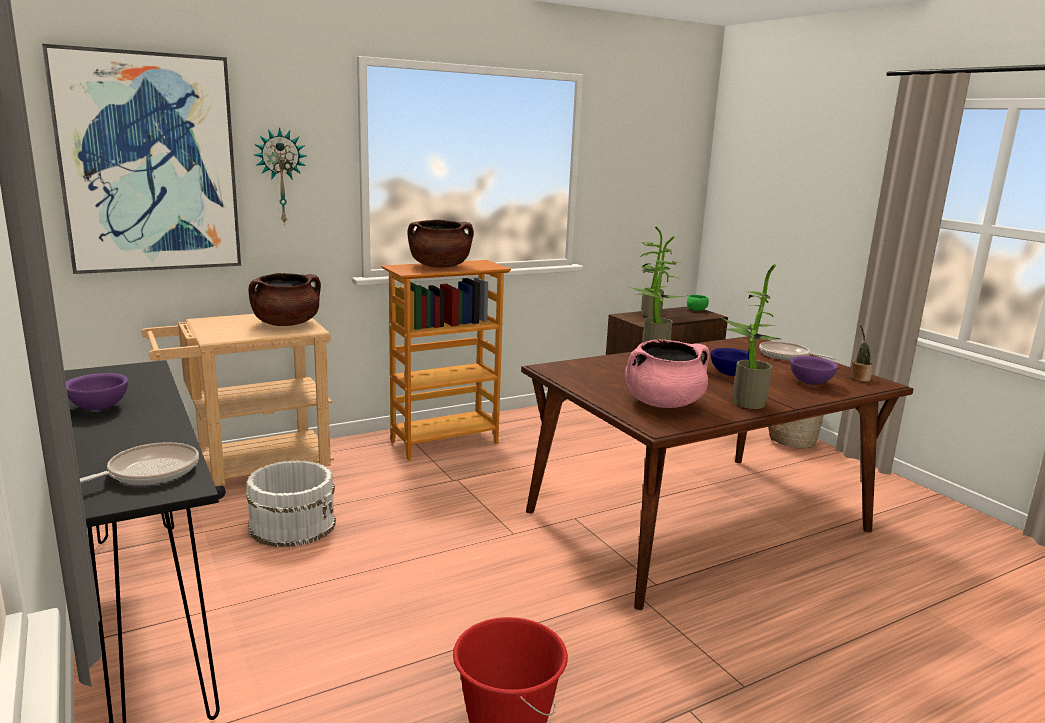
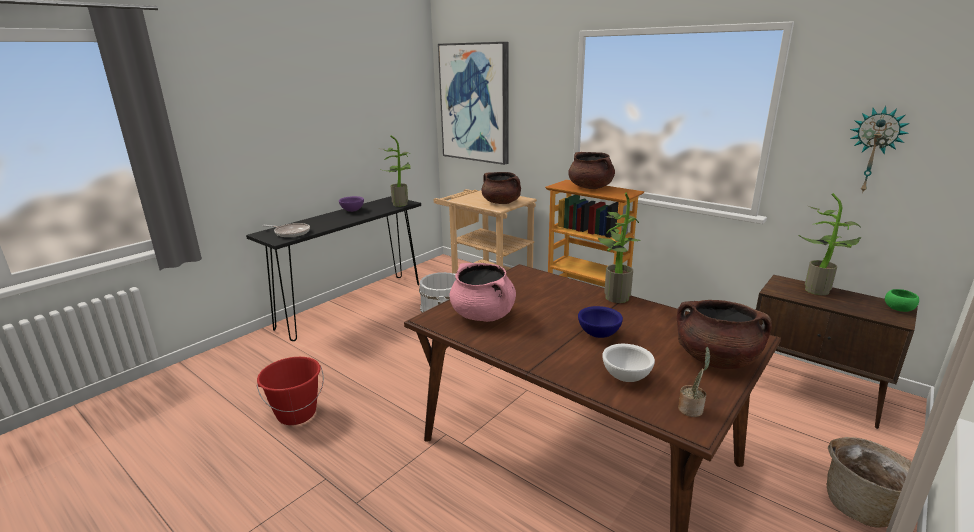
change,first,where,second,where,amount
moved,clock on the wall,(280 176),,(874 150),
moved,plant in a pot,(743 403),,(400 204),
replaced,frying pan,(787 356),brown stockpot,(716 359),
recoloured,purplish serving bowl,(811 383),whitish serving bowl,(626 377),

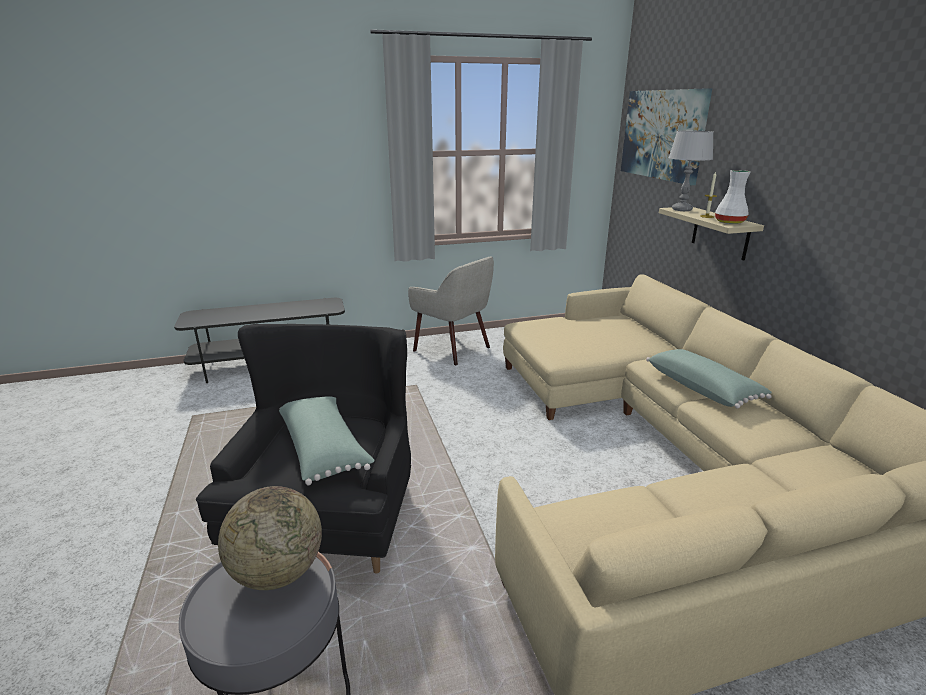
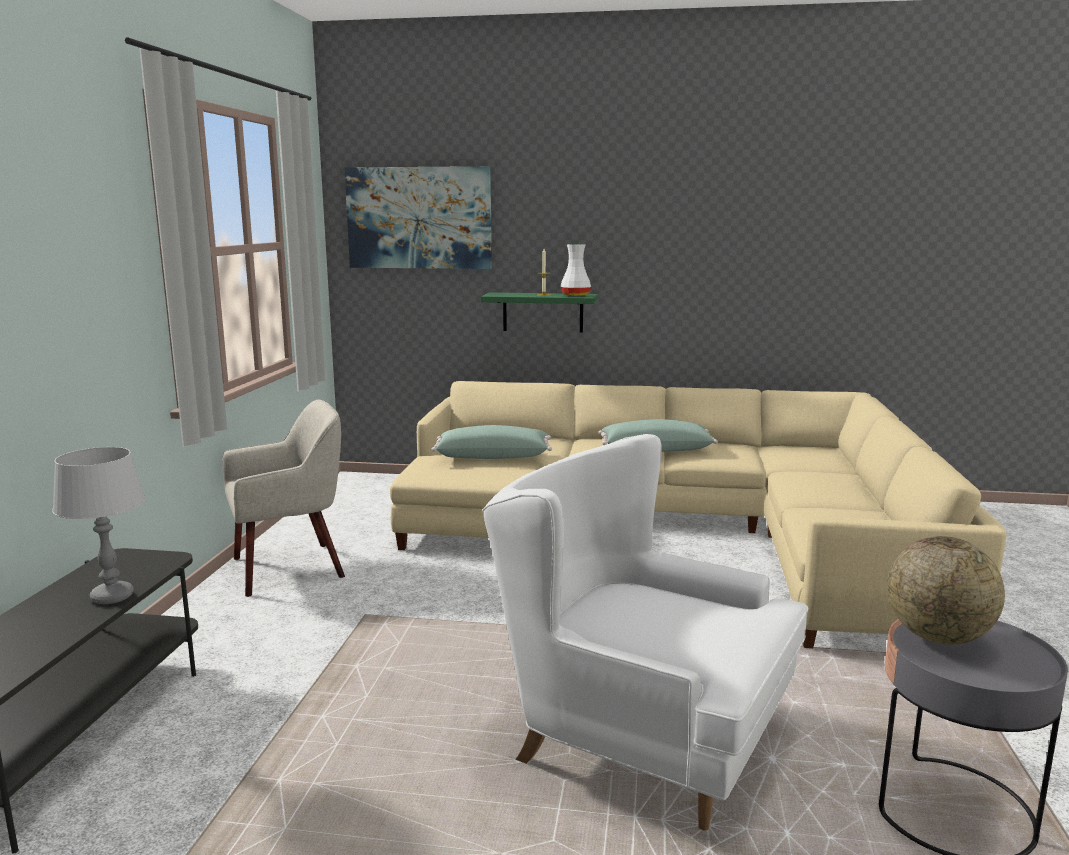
change,first,where,second,where,amount
recoloured,black easy chair,(332 514),whitish easy chair,(640 735),
moved,greenish cushion,(324 449),,(493 456),
recoloured,beige wall shelf,(720 233),greenish wall shelf,(543 312),
moved,greyish tabletop lamp,(681 210),,(112 597),

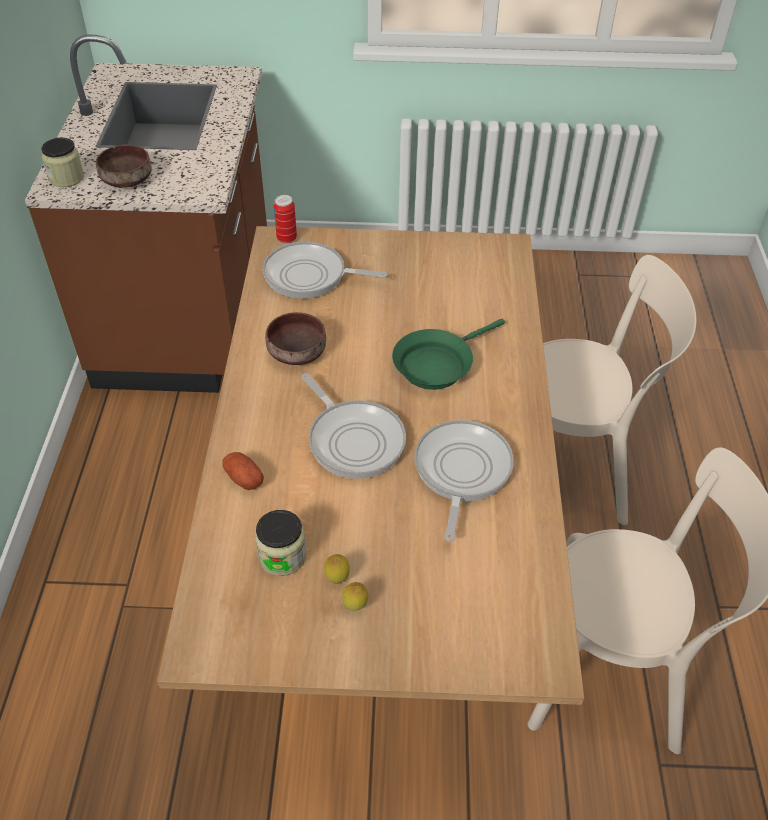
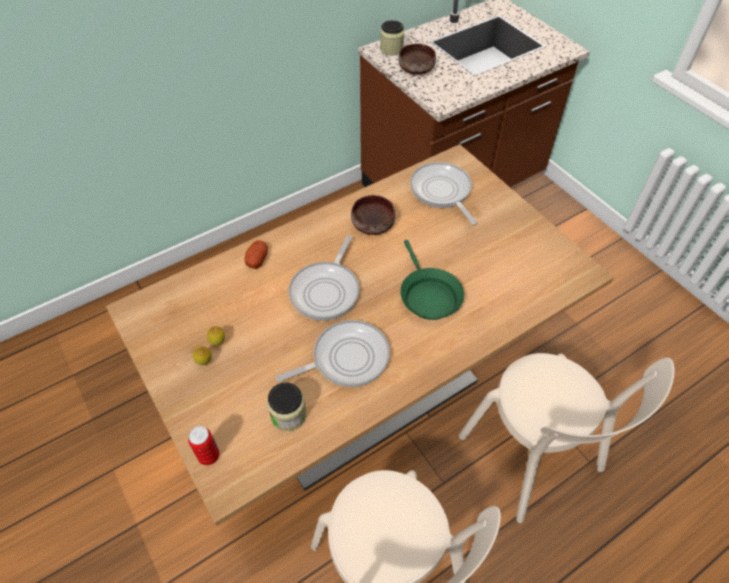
change,first,where,second,where,amount
moved,preserve jar,(282 556),,(288 415),
moved,sealed can,(286 238),,(209 456),
turned,greenish frying pan,(437 364),,(428 295),120 degrees counterclockwise

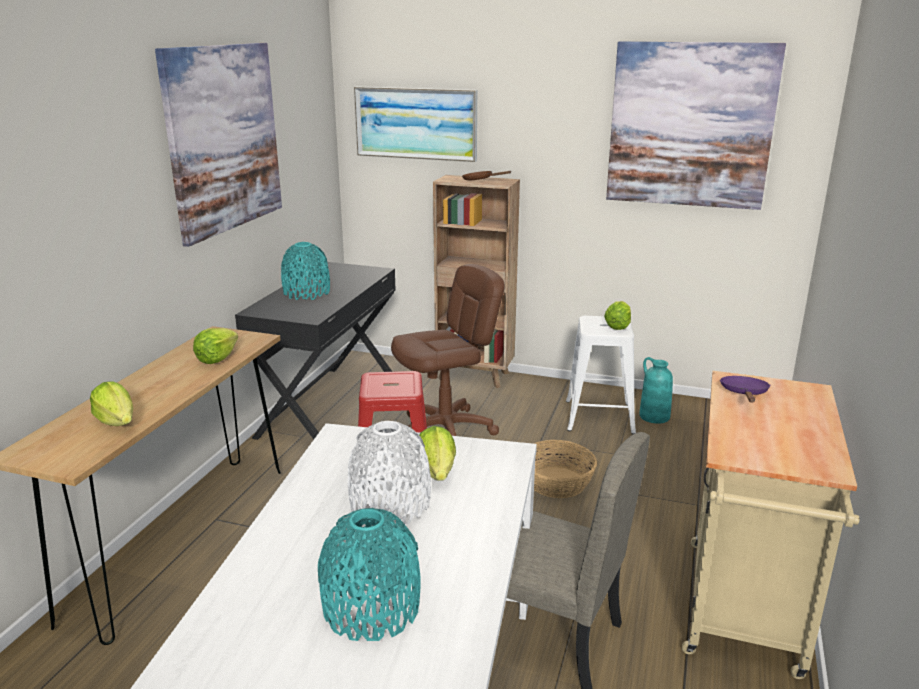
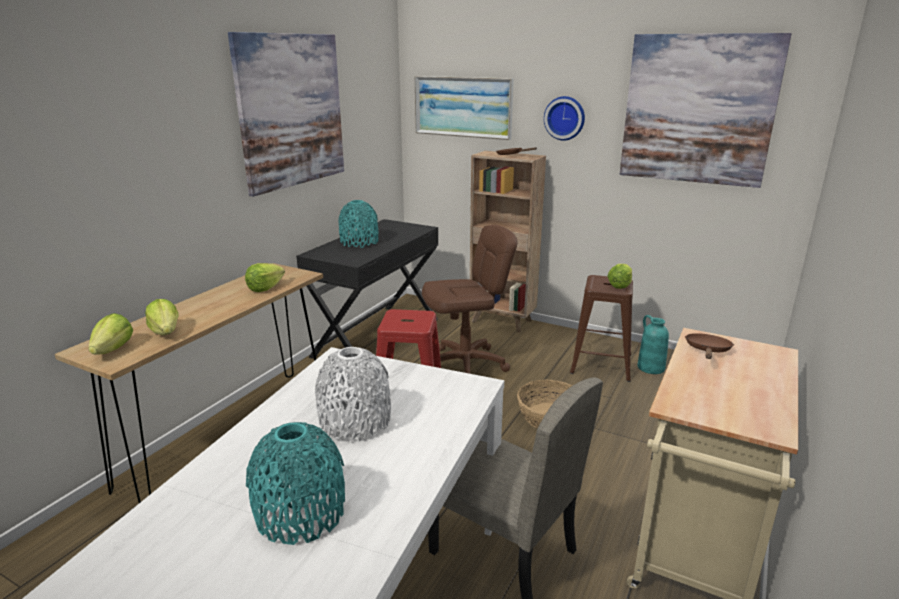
change,first,where,second,where,amount
moved,lettuce,(437 472),,(113 350),
recoloured,whitish sitting stool,(599 416),brown sitting stool,(601 363),
recoloured,purplish frying pan,(744 394),brown frying pan,(707 351),
added,,,clock on the wall,(565 118),

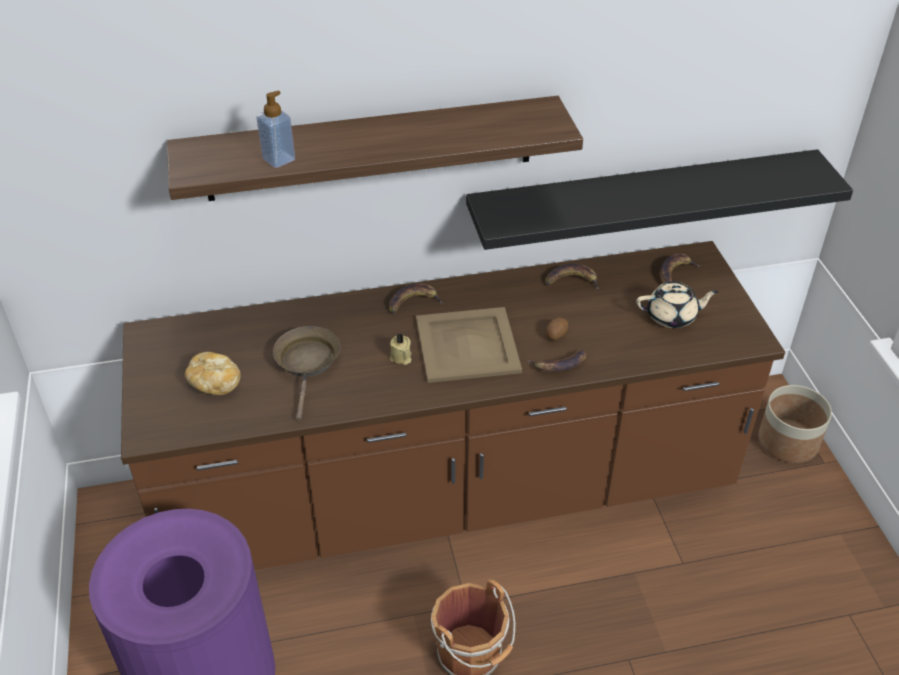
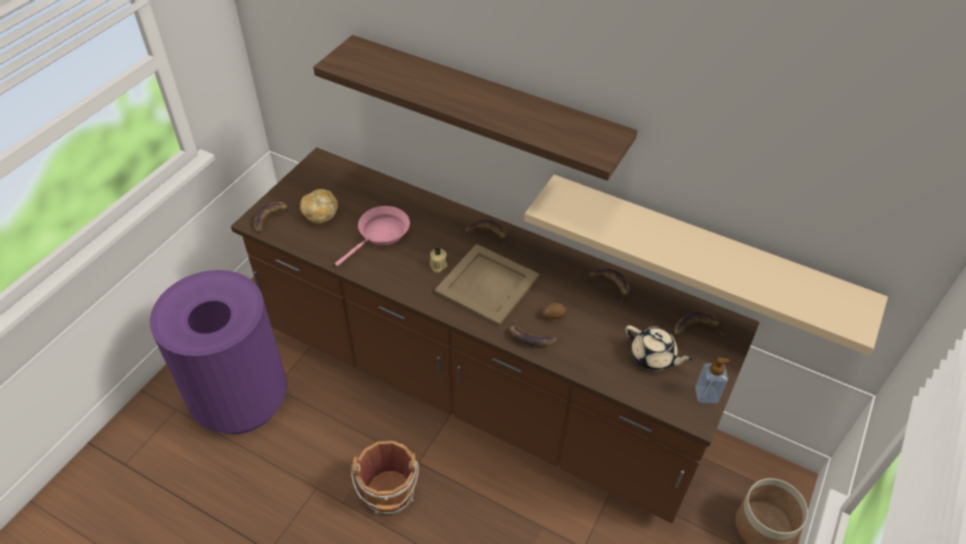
change,first,where,second,where,amount
moved,liquid soap bottle,(279 159),,(706 394),
recoloured,brown frying pan,(308 364),pink frying pan,(381 234),
recoloured,black wall shelf,(642 198),beige wall shelf,(702 252),
added,,,whole banana,(271 218),

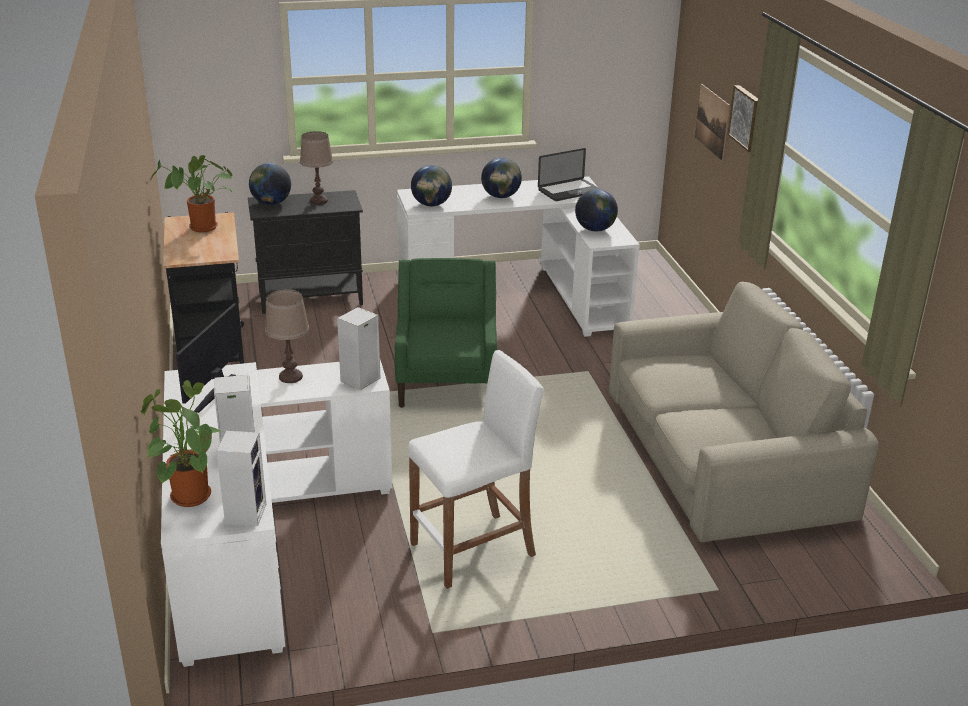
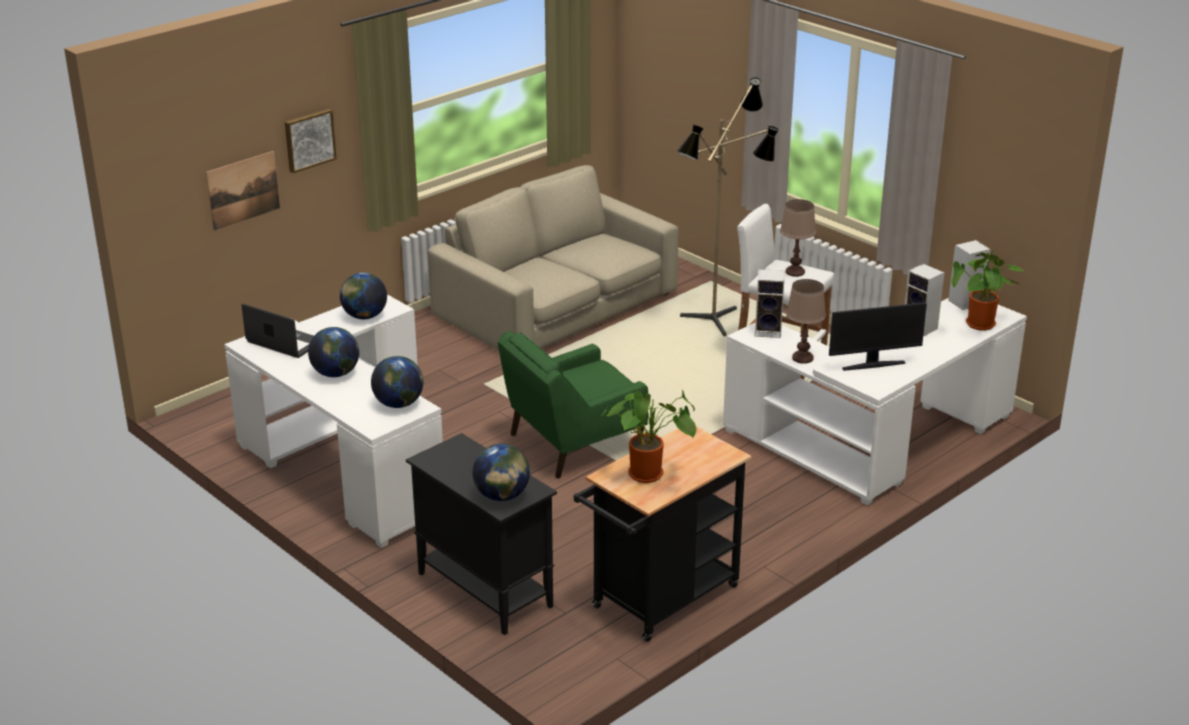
change,first,where,second,where,amount
moved,brown tabletop lamp,(319 201),,(795 272),
added,,,standard lamp,(719 322),

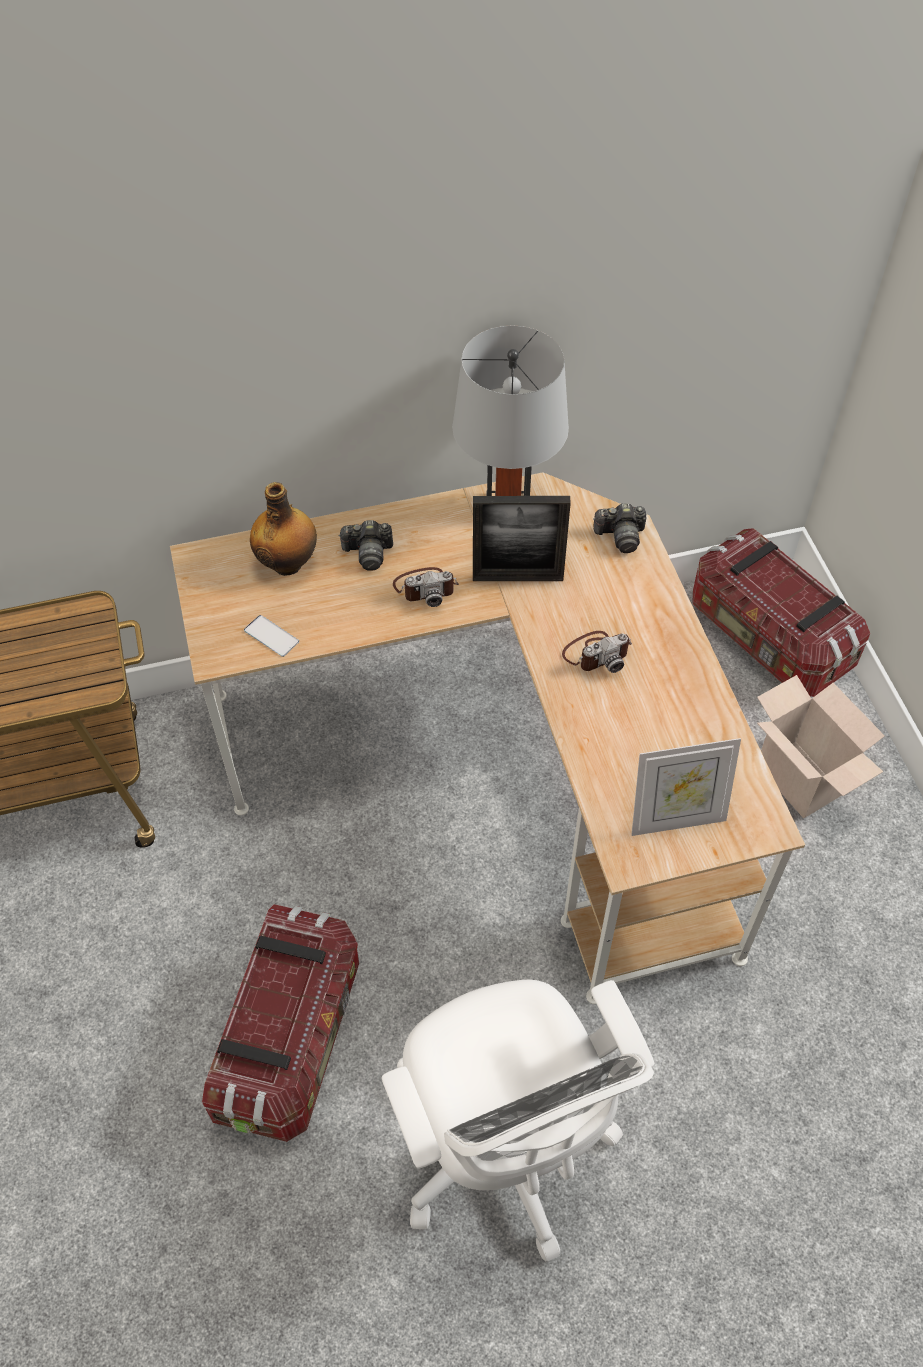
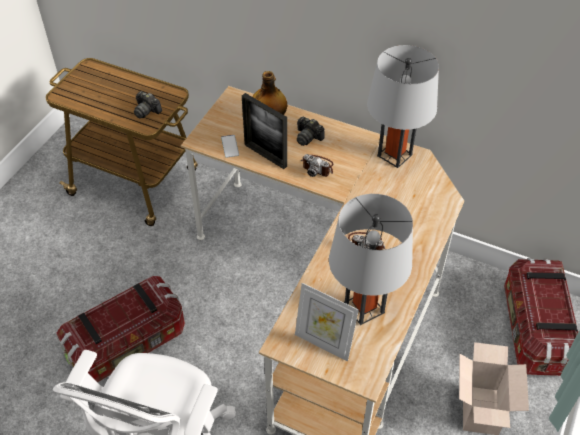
change,first,where,second,where,amount
moved,picture frame,(517 577),,(265 155),
moved,photo camera,(620 536),,(147 110),
added,,,greyish tabletop lamp,(364 308),

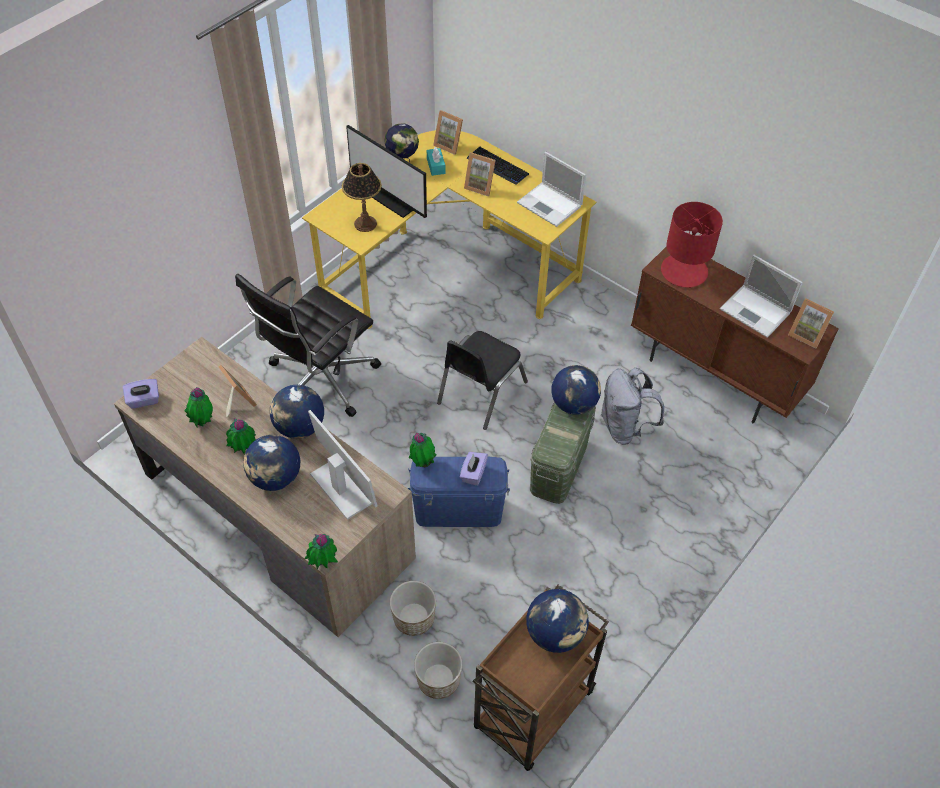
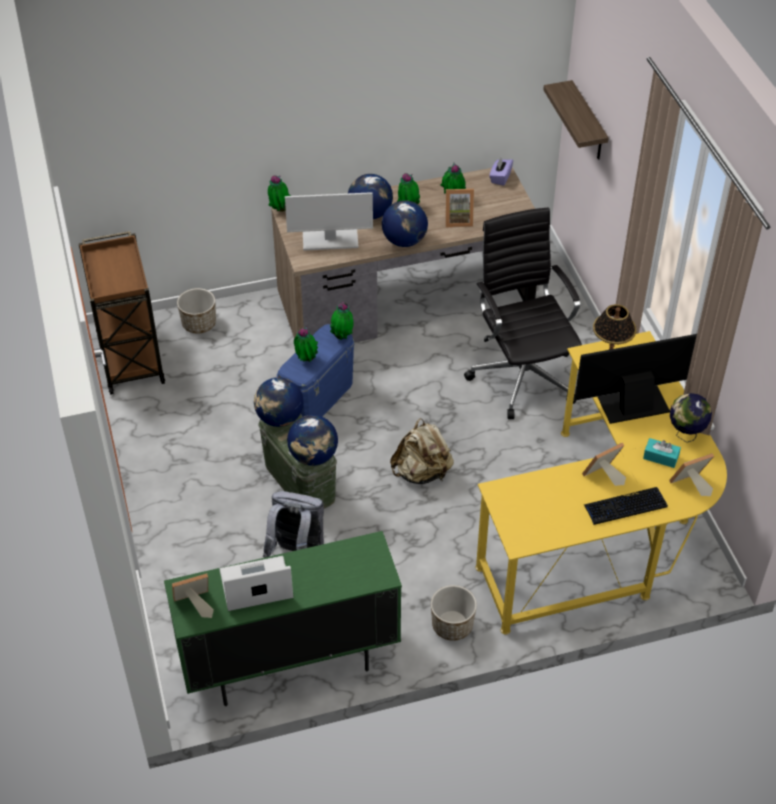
change,first,where,second,where,amount
moved,plant pot,(414 618),,(452 625),
replaced,black chair,(481 392),beige knapsack,(422 472),
replaced,purplish tissue holder,(473 473),plant in a pot,(306 360),
removed,notebook computer,(550 205),,,
moved,world globe,(555 633),,(279 418),
recoloured,brown cupboard,(714 377),greenish cupboard,(289 664),
removed,reddish tabletop lamp,(684 271),,,
added,,,wall shelf,(588 123),

